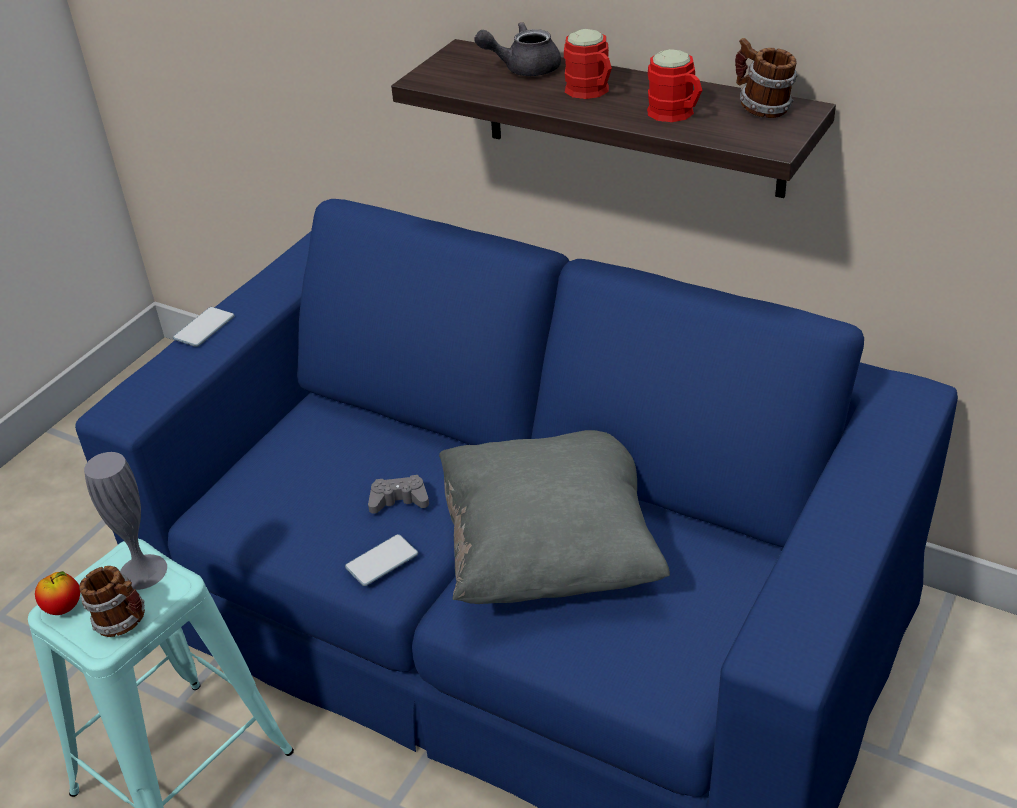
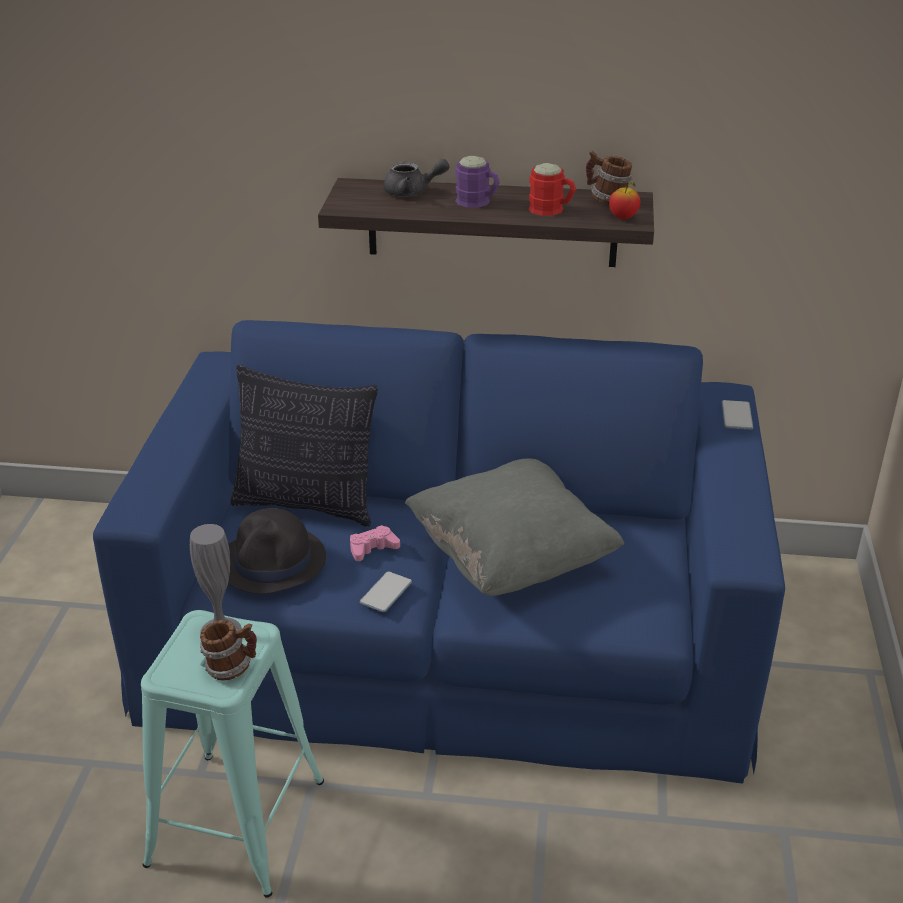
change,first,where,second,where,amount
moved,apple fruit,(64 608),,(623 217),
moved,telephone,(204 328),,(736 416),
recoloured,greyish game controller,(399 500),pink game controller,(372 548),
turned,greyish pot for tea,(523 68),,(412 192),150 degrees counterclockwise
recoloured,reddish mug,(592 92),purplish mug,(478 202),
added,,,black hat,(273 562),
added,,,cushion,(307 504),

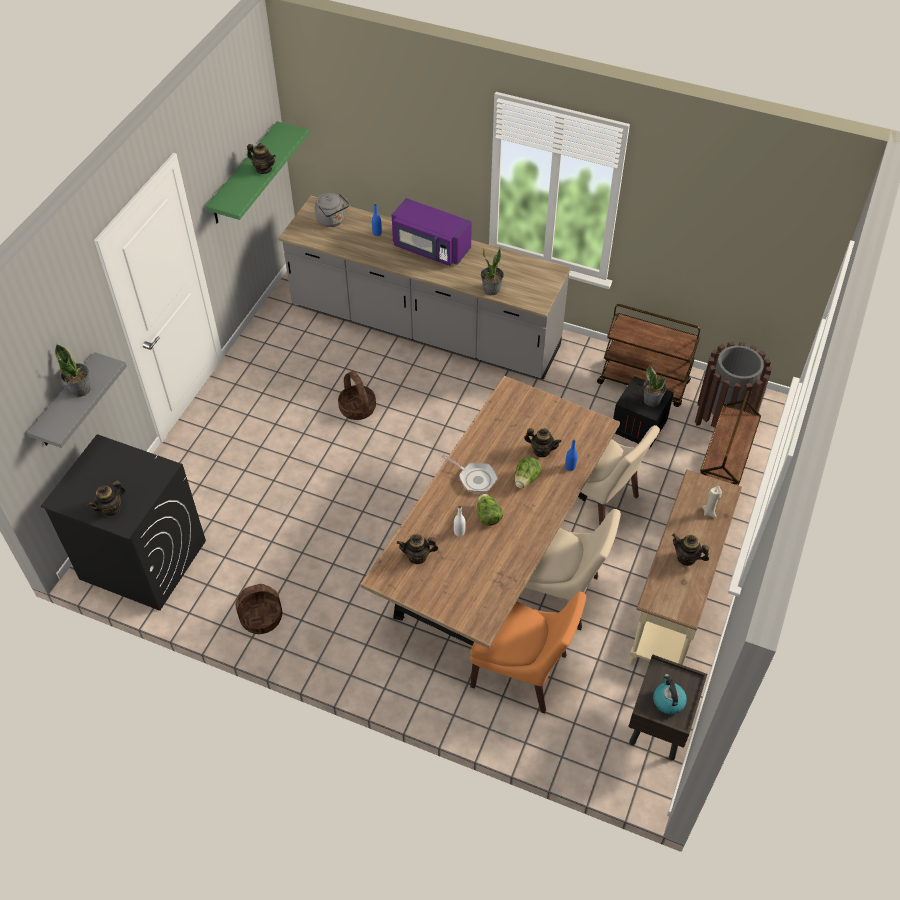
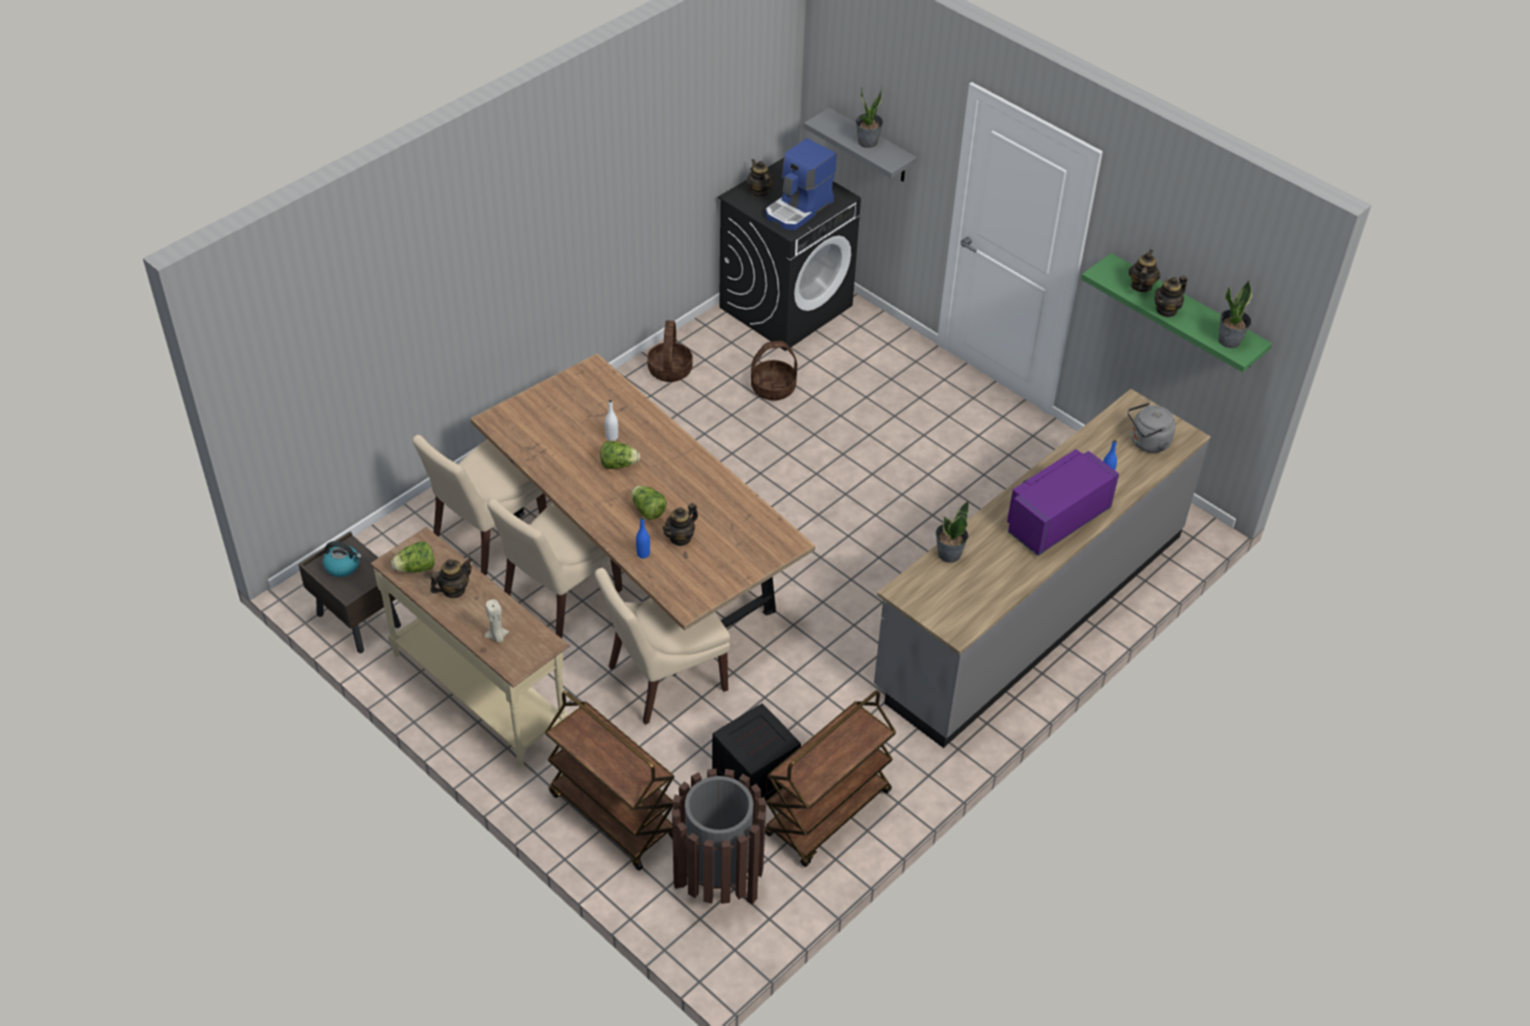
change,first,where,second,where,amount
moved,household basket,(357 408),,(773 387),
moved,pot for tea,(417 556),,(1141 286),
removed,frying pan,(475 478),,,
recoloured,orangey chair,(522 672),beige chair,(487 536),
moved,plant in a pot,(652 400),,(1229 341),
added,,,lettuce,(416 568),
added,,,coffee brewer,(799 209),

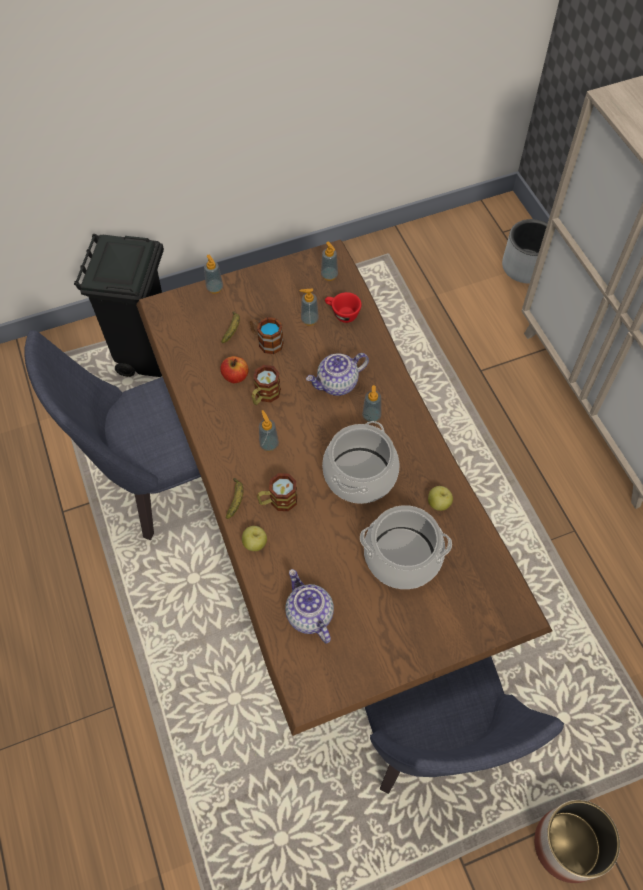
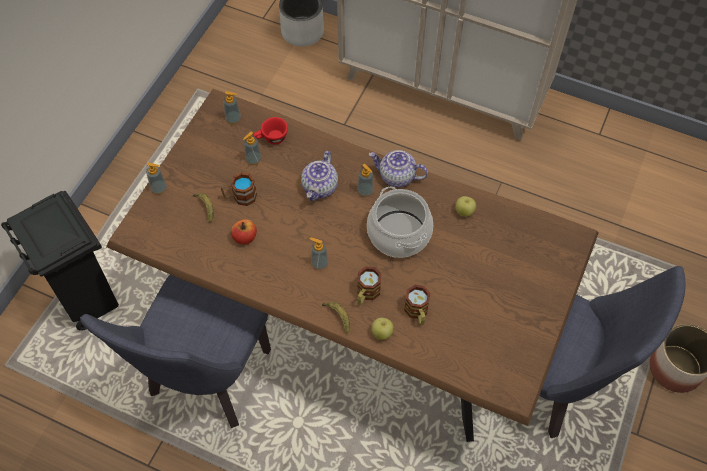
change,first,where,second,where,amount
moved,mug,(264 396),,(417 313),
moved,pot for tea,(308 615),,(396 177),
removed,stockpot,(403 556),,,

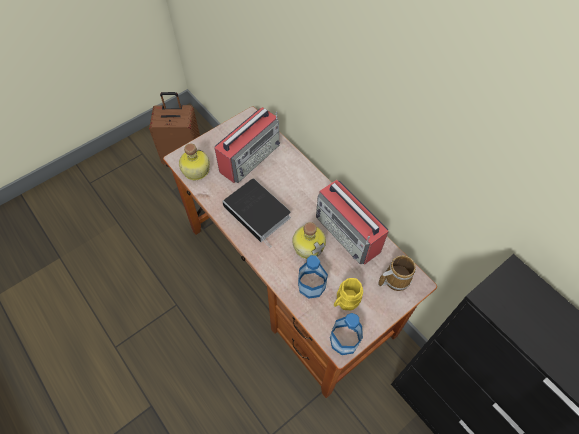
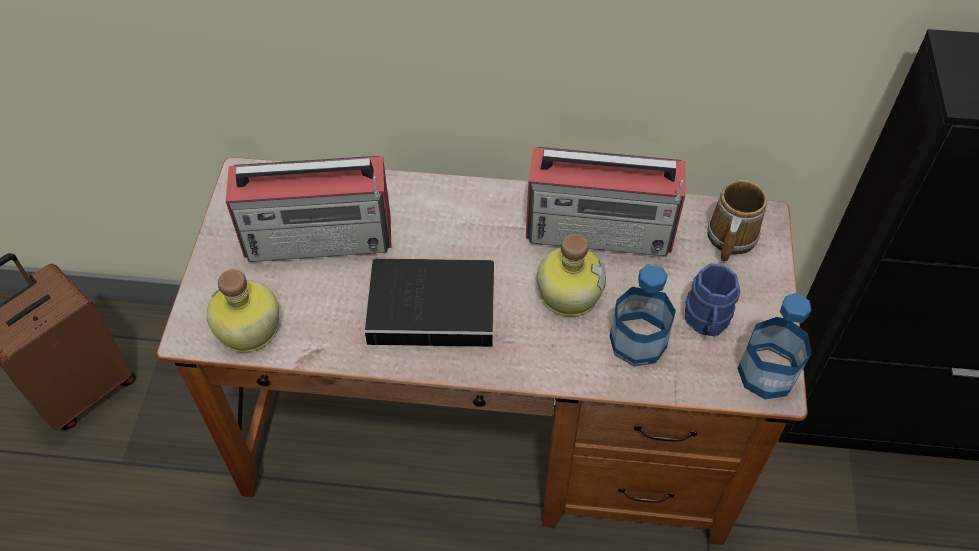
change,first,where,second,where,amount
turned,radio,(250 157),,(320 236),90 degrees clockwise
recoloured,yellow-coloured mug,(345 301),blue-coloured mug,(706 322),

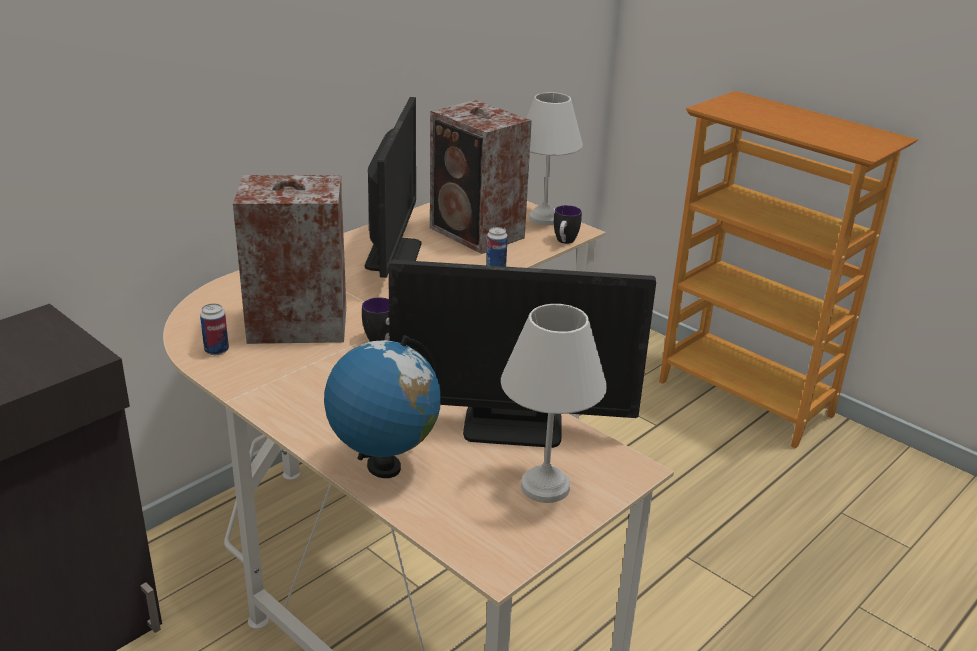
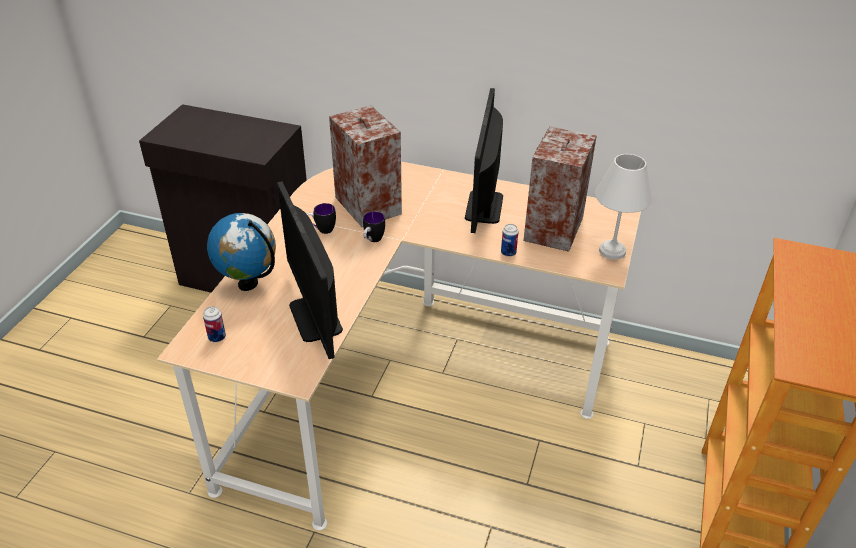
change,first,where,second,where,amount
moved,sealed can,(216 350),,(217 337),
turned,monitor,(393 255),,(484 207),120 degrees clockwise
removed,whitish tabletop lamp,(545 488),,,
moved,mug,(564 242),,(321 230),

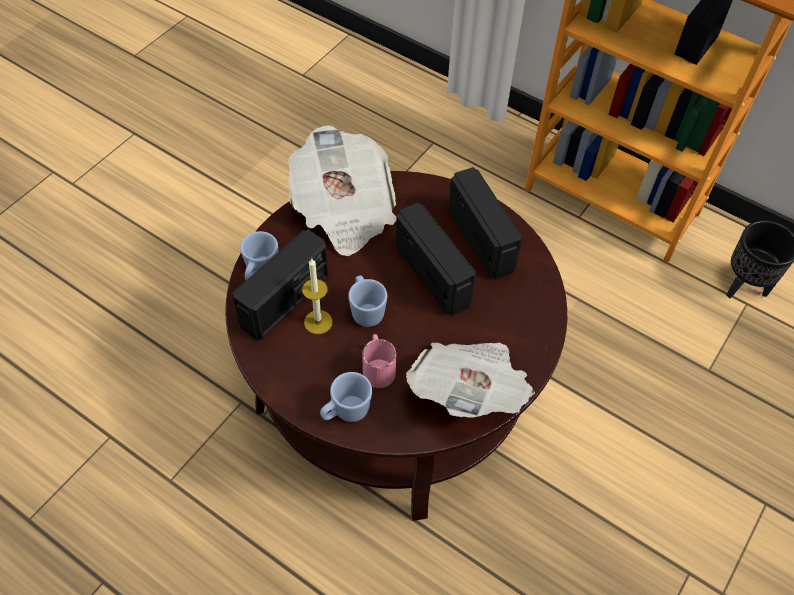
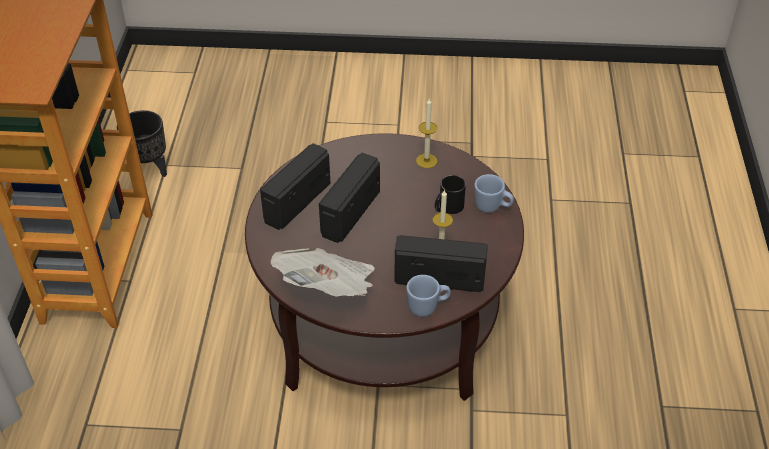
change,first,where,second,where,amount
removed,blue-coloured mug,(366 310),,,
recoloured,pink mug,(378 367),black mug,(447 207),
replaced,newspaper,(470 391),candle,(426 161),

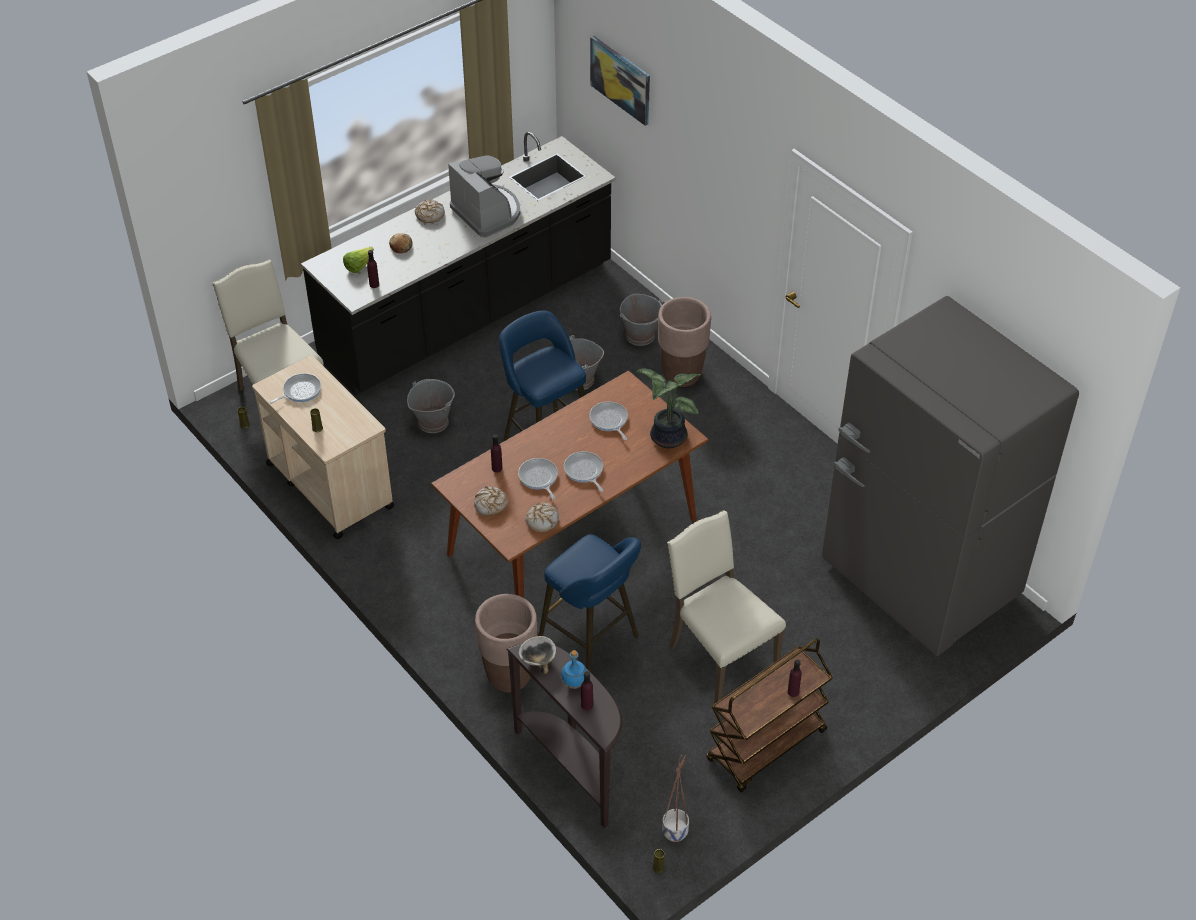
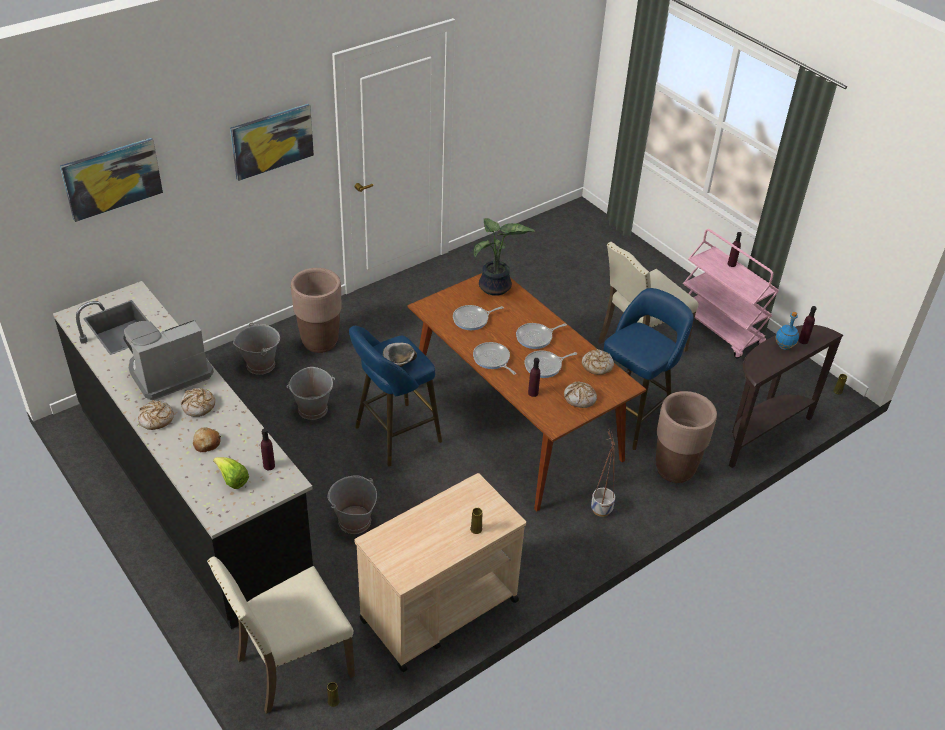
change,first,where,second,where,amount
moved,frying pan,(300 391),,(492 359),
moved,serving bowl,(538 660),,(399 363),
moved,plant pot,(674 832),,(601 509),
recoloured,brown trolley,(766 747),pink trolley,(719 329),
removed,greyish kitchen fridge,(919 581),,,
added,,,baked bread,(198 406),
added,,,wall picture,(272 141),

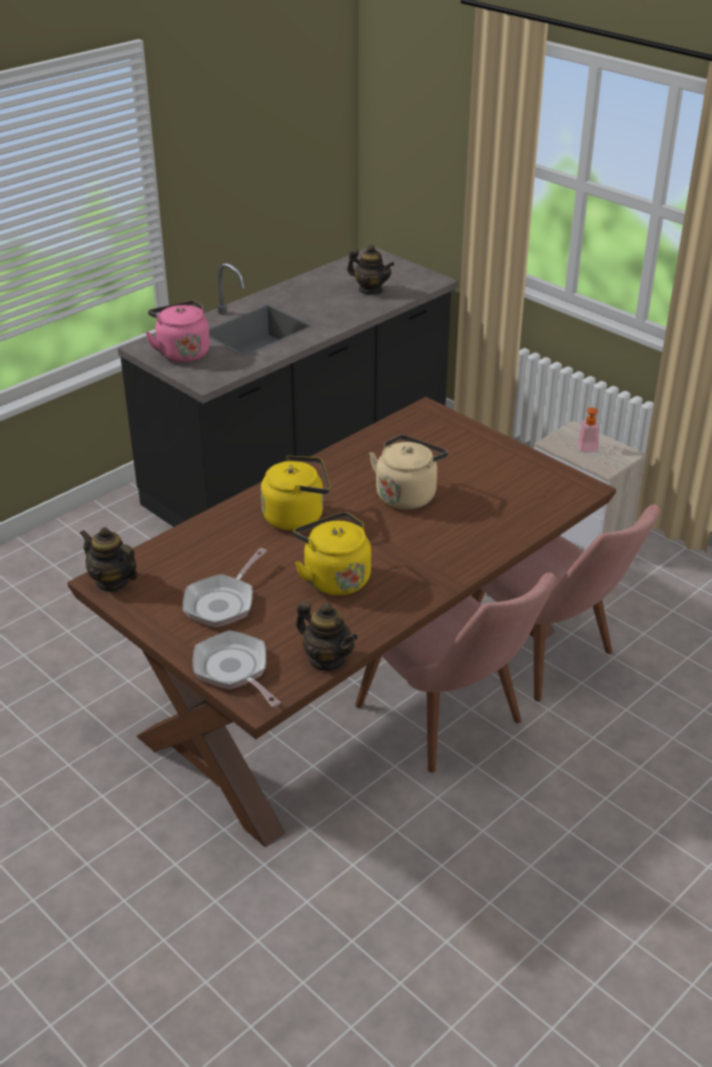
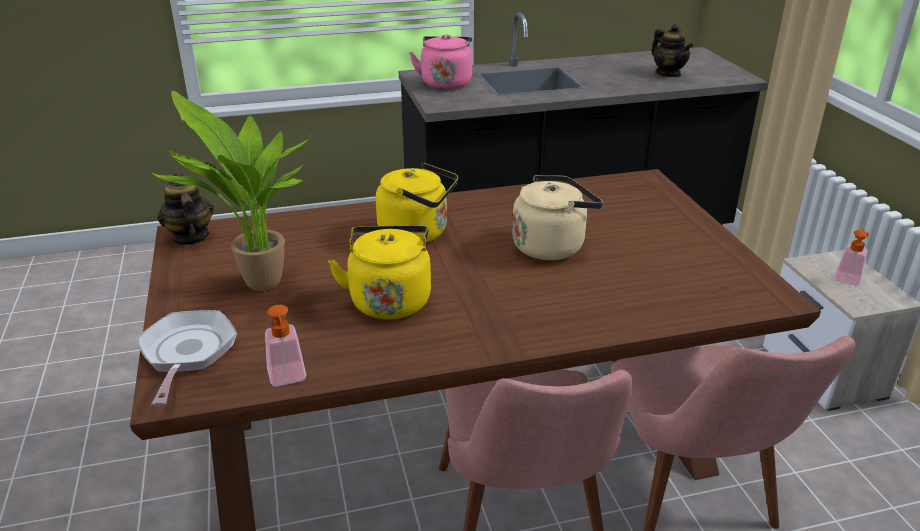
change,first,where,second,where,amount
replaced,frying pan,(223 602),plant in a pot,(258 286),
replaced,pot for tea,(327 659),liquid soap bottle,(288 379),

